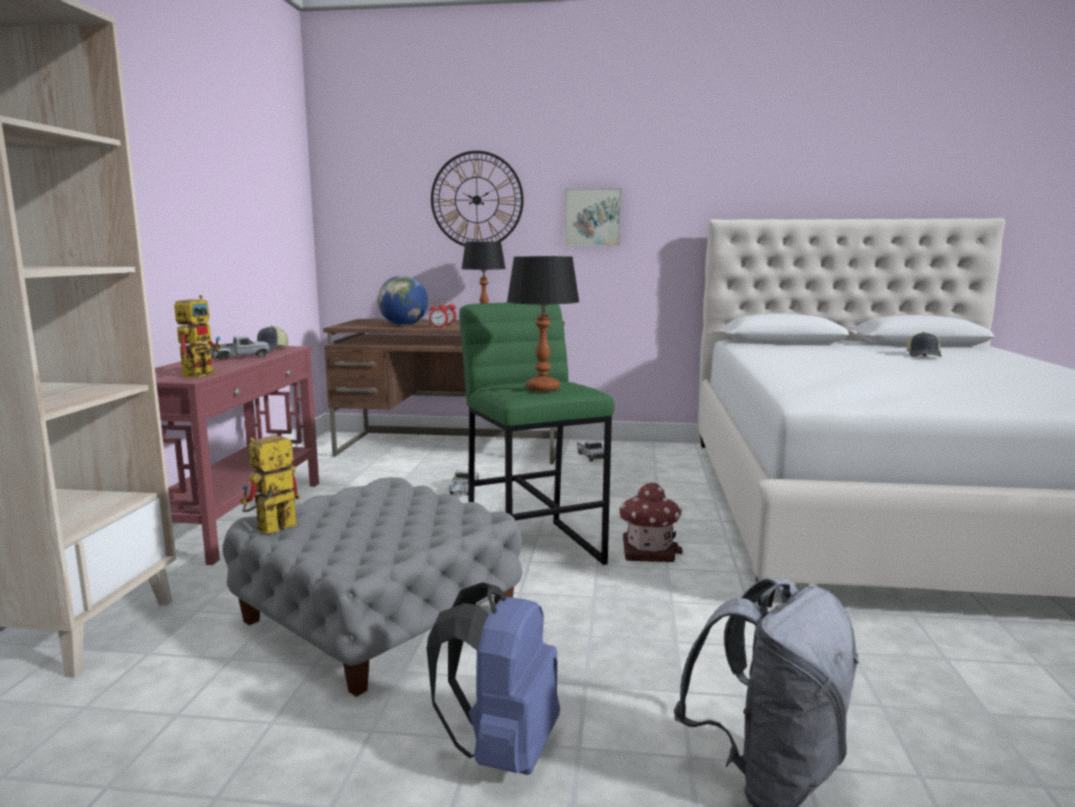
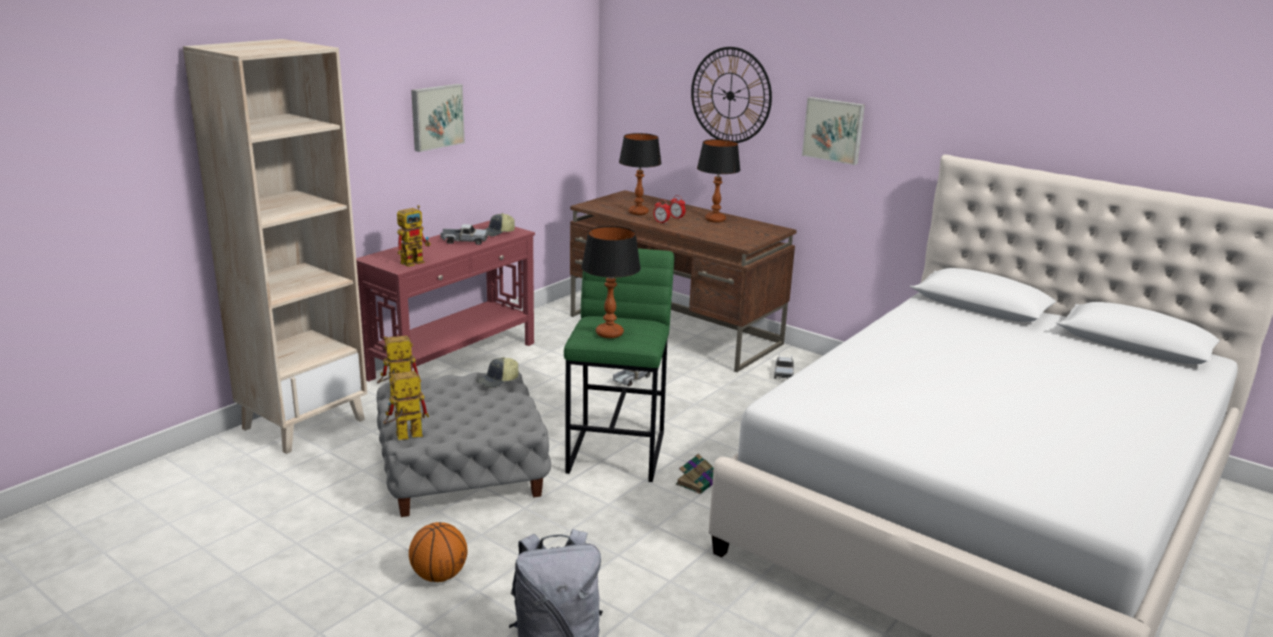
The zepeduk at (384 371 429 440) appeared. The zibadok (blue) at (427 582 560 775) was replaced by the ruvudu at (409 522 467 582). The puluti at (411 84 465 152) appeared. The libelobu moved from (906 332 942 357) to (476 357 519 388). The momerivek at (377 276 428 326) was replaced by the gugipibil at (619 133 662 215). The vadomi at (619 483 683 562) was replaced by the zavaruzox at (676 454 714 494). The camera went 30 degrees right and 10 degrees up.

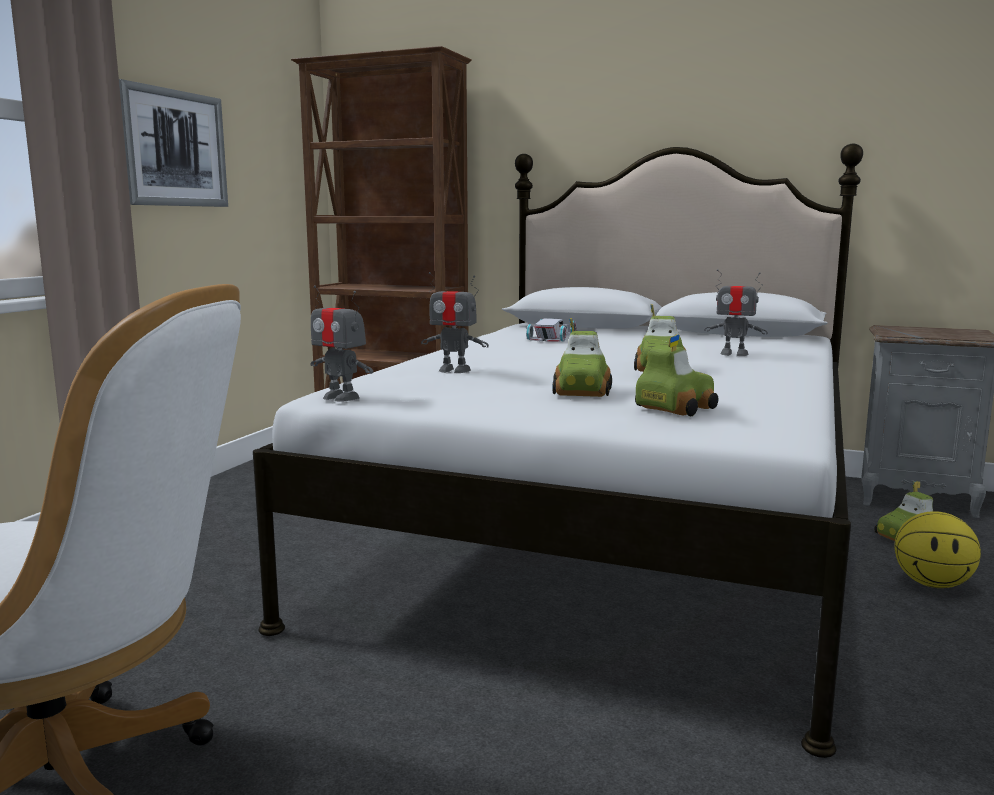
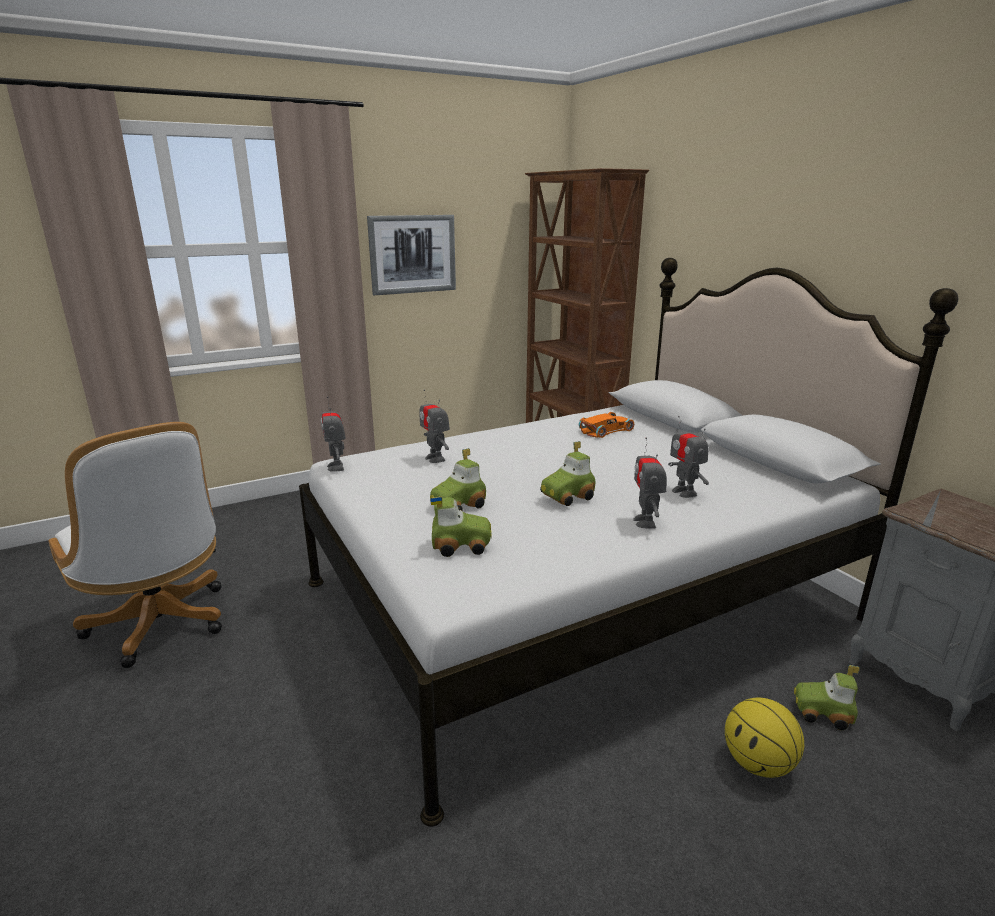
The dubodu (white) at (526 318 576 342) became the dubodu (orange) at (578 412 635 438). The zepeduk at (633 438 667 529) appeared. The camera went 40 degrees right and 10 degrees up.

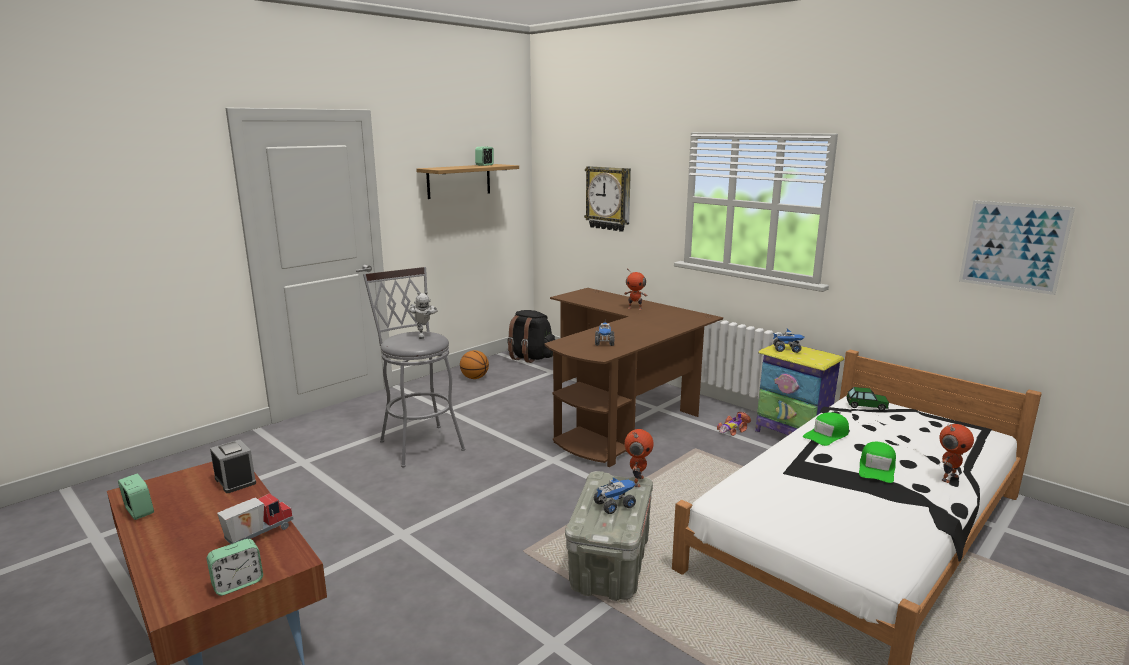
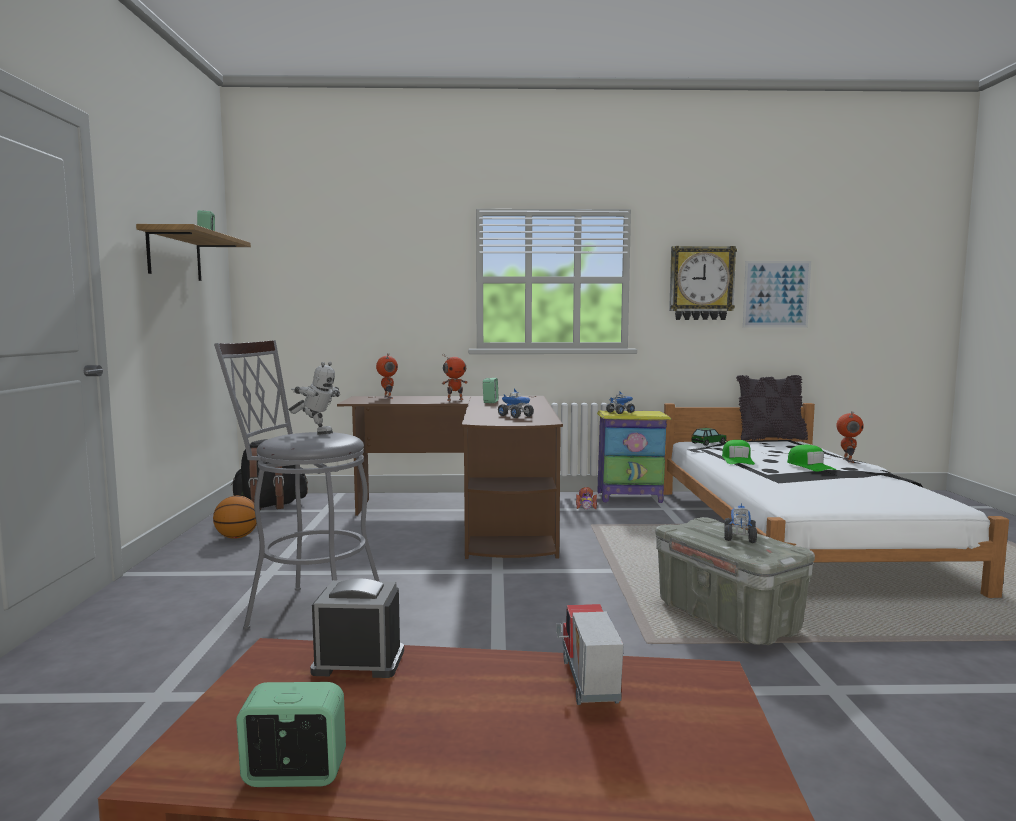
The zepeduk moved from (625 429 654 487) to (376 353 398 399). The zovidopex moved from (207 539 263 596) to (483 378 499 403). The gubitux moved from (584 166 631 232) to (669 246 737 320). The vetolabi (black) at (736 375 808 441) appeared. The camera went 45 degrees left and 10 degrees down.

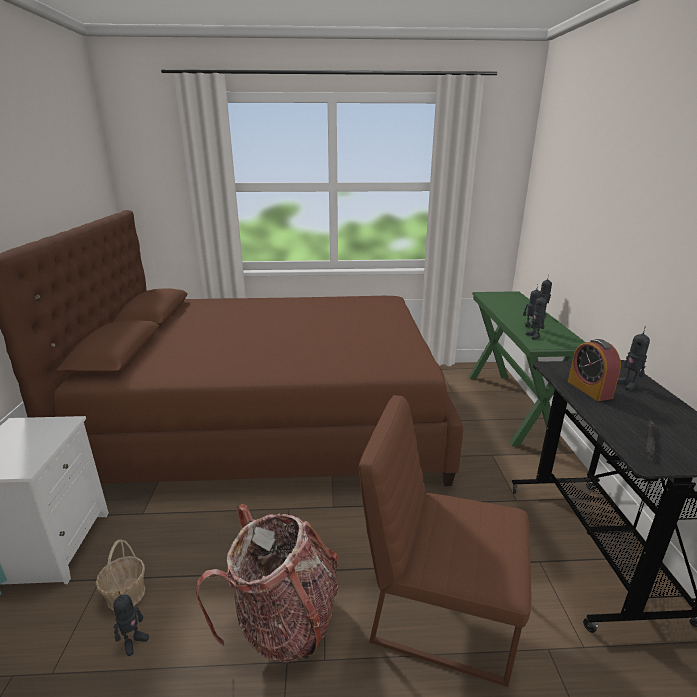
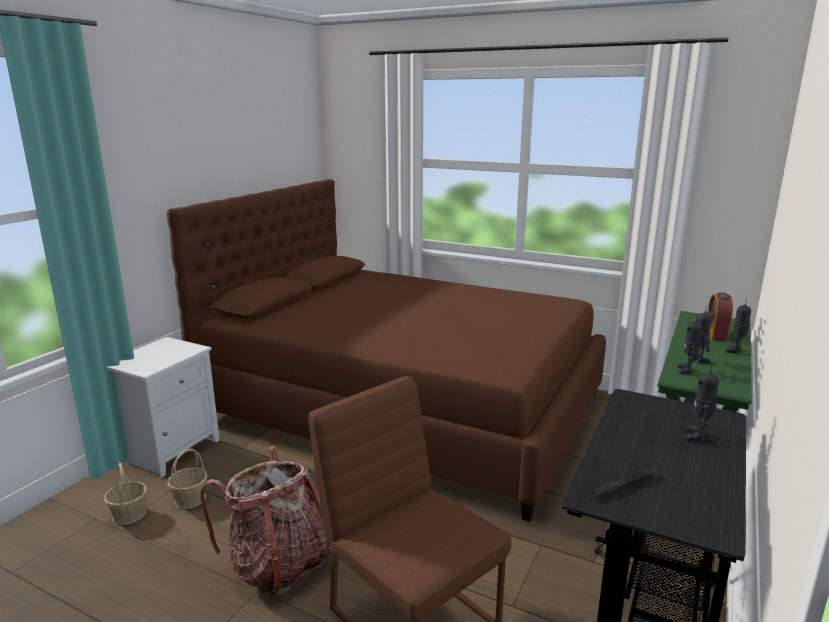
The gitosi at (104 463 147 525) appeared. The zovidopex moved from (568 339 621 401) to (707 292 733 341). The zepeduk at (113 591 149 656) disappeared. The camera went 30 degrees right and 5 degrees down.

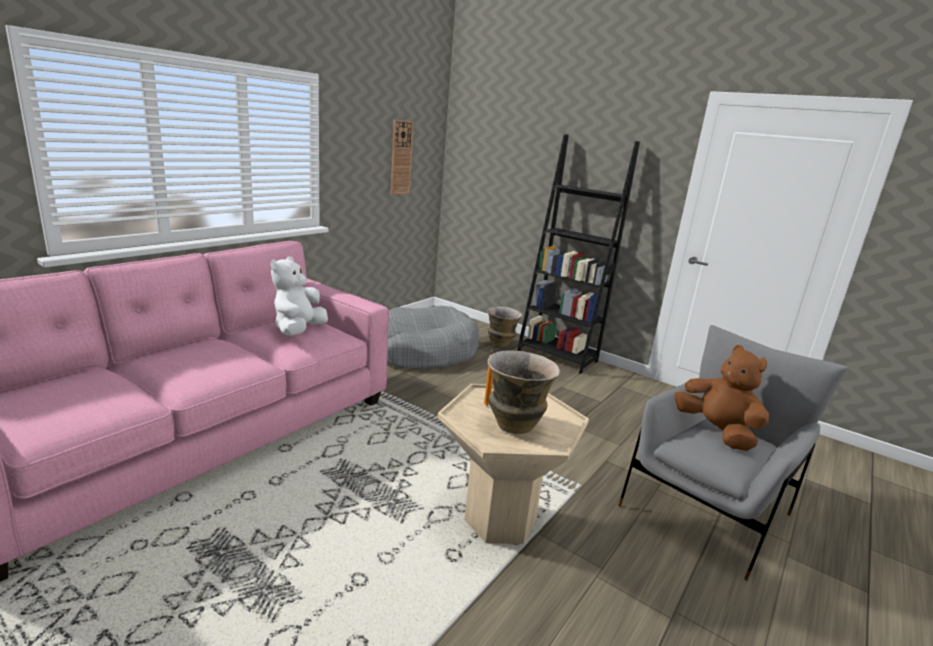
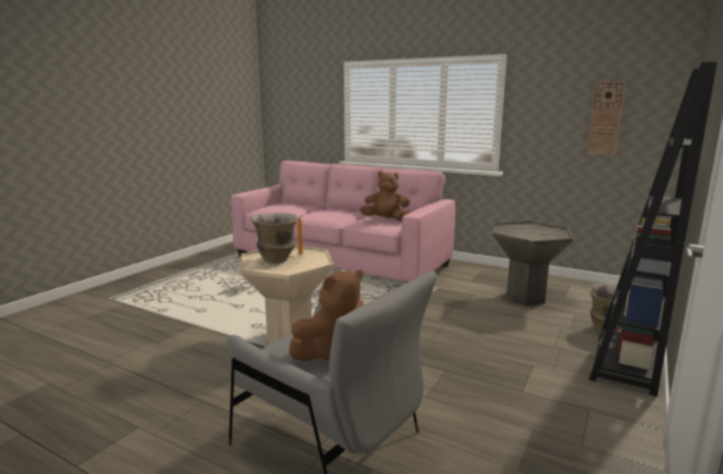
The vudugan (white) at (270 257 328 336) became the vudugan (brown) at (360 171 410 221). The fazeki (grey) at (387 306 479 370) was replaced by the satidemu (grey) at (493 221 573 305). The camera went 85 degrees right and 5 degrees down.

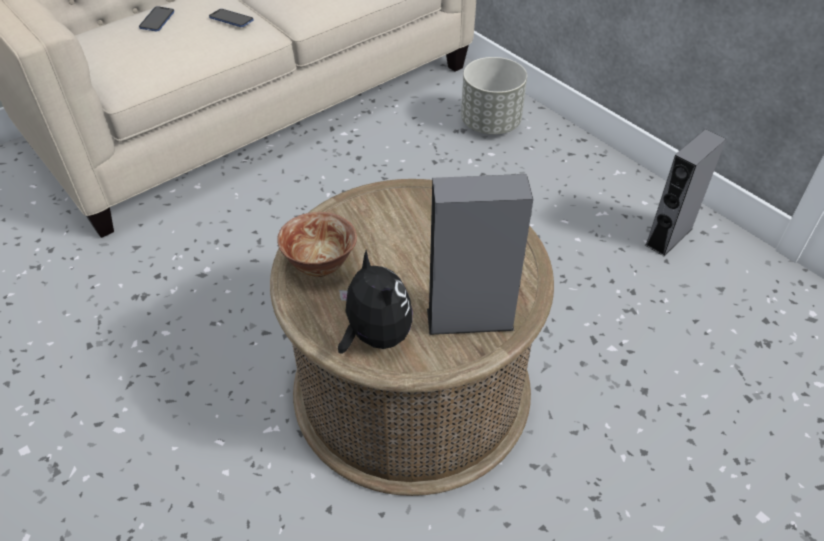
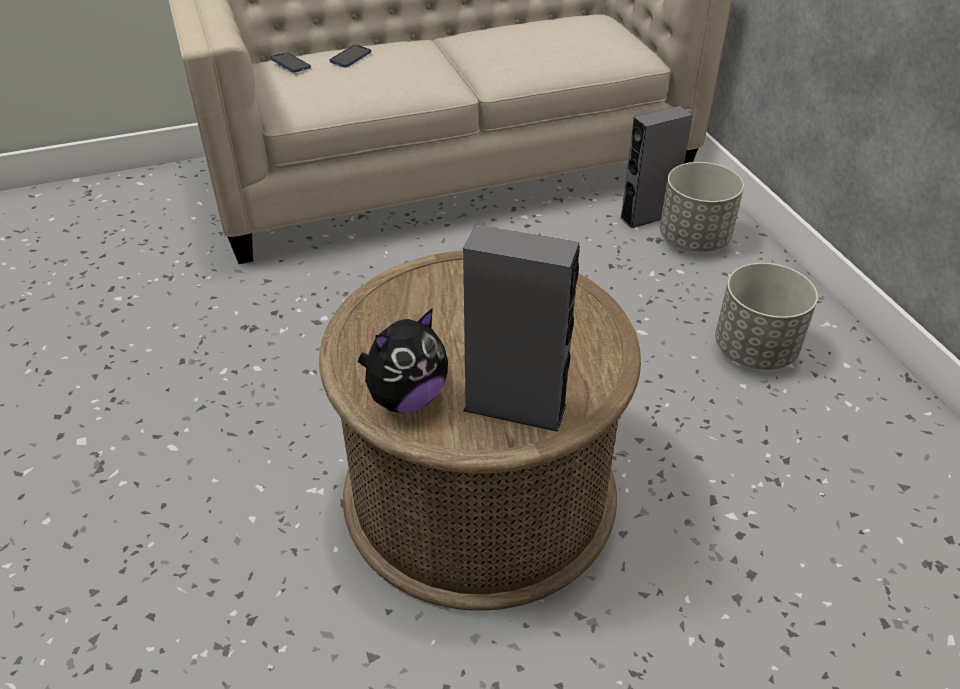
The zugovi moved from (209 9 253 27) to (270 52 311 73). The vudugan at (338 250 412 354) turned 60 degrees clockwise. The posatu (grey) moved from (645 129 726 256) to (620 106 693 228). The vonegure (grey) at (715 263 818 369) appeared. The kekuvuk at (277 212 357 277) disappeared. The camera went 20 degrees right and 5 degrees down.

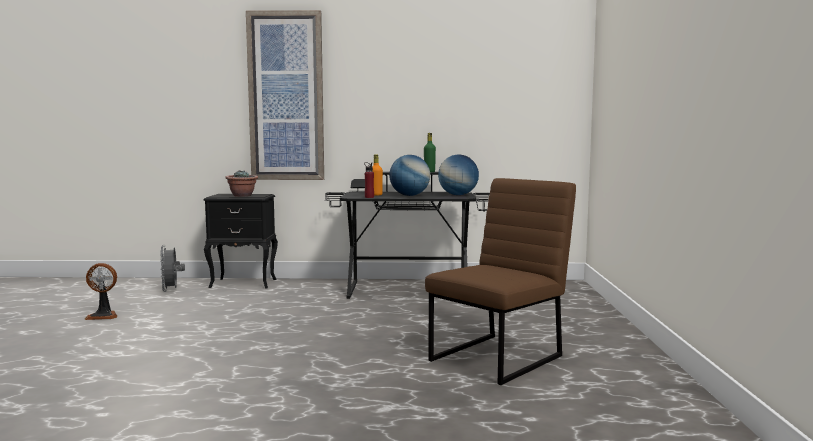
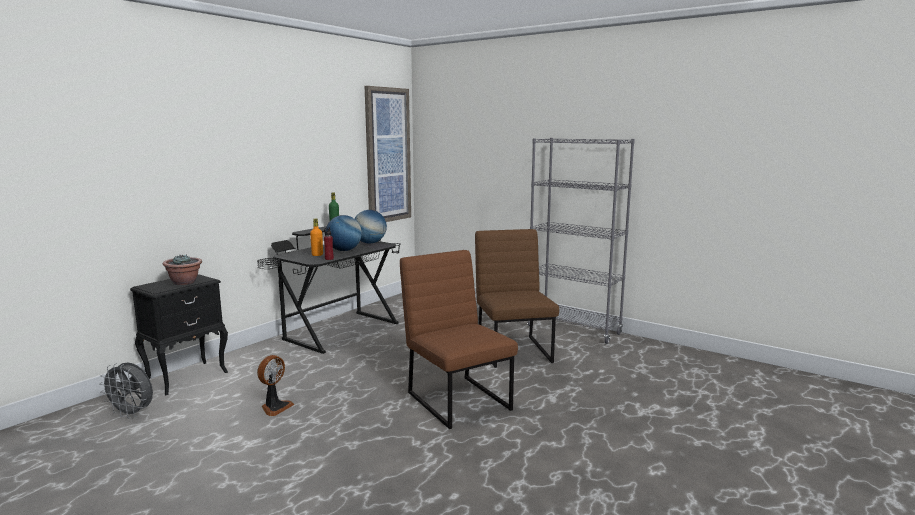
The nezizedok moved from (85 263 117 320) to (257 355 294 416). The puluti moved from (246 10 324 180) to (365 86 411 222). The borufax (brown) at (400 250 518 429) appeared. The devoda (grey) at (527 138 635 344) appeared. The camera went 55 degrees left and 5 degrees up.

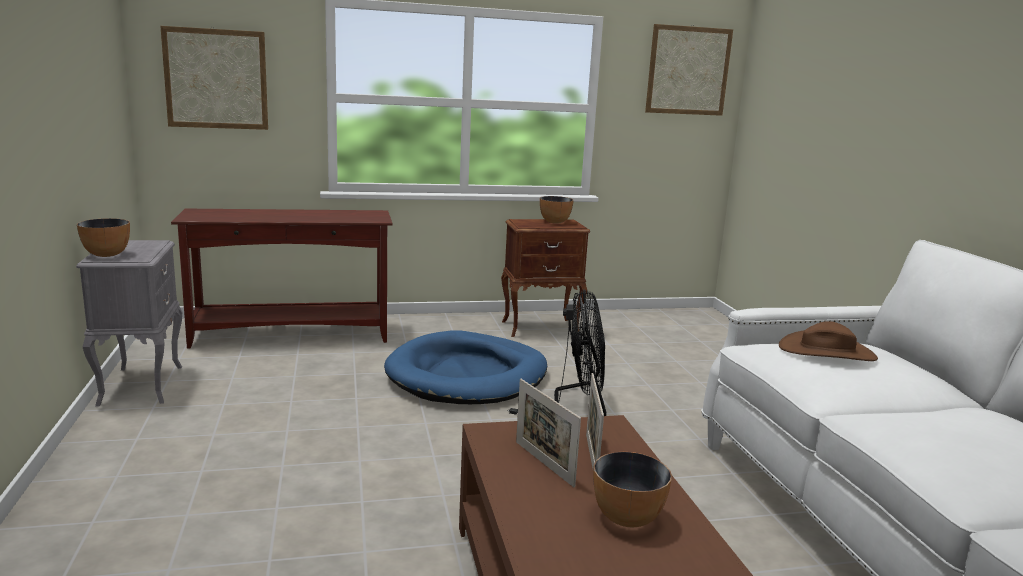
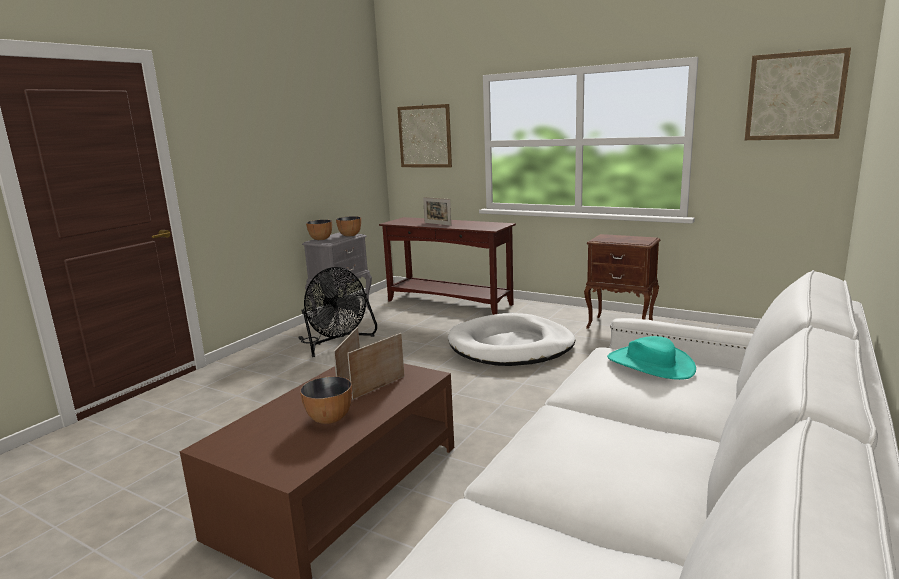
The nezizedok (black) moved from (508 289 607 416) to (299 267 377 357). The kekuvuk moved from (540 196 574 224) to (336 216 361 237). The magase at (423 197 451 226) appeared. The fazeki (blue) at (384 330 547 404) became the fazeki (white) at (448 313 575 366). The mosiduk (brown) at (779 321 878 361) became the mosiduk (turquoise) at (607 336 696 380). The camera went 45 degrees right and 0 degrees up.

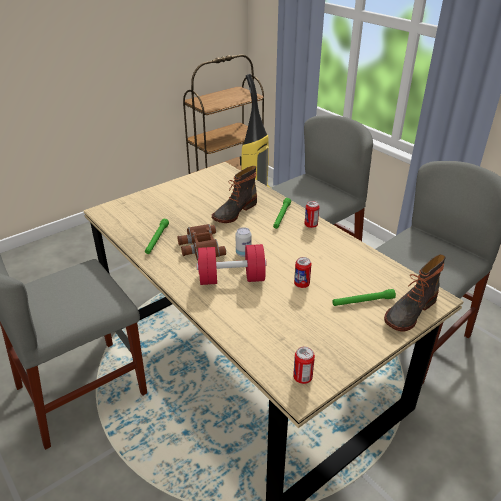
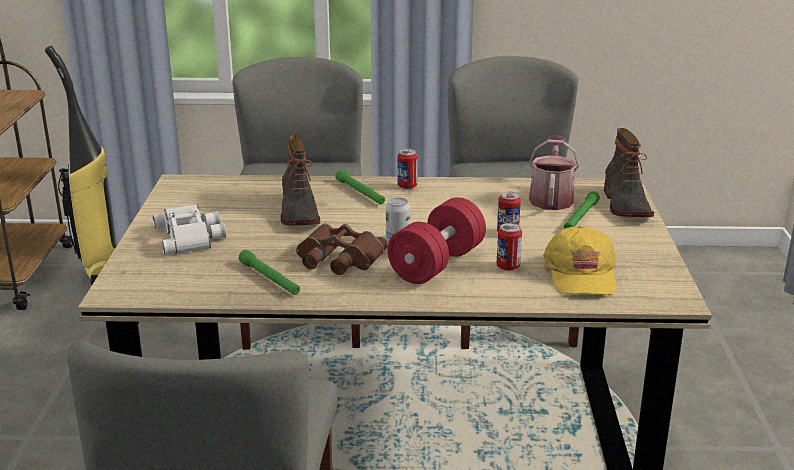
The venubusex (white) at (153 204 227 255) appeared. The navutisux moved from (293 347 315 384) to (497 223 522 271). The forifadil at (529 135 579 210) appeared. The libelobu (yellow) at (543 225 617 295) appeared. The camera went 50 degrees left and 10 degrees down.

